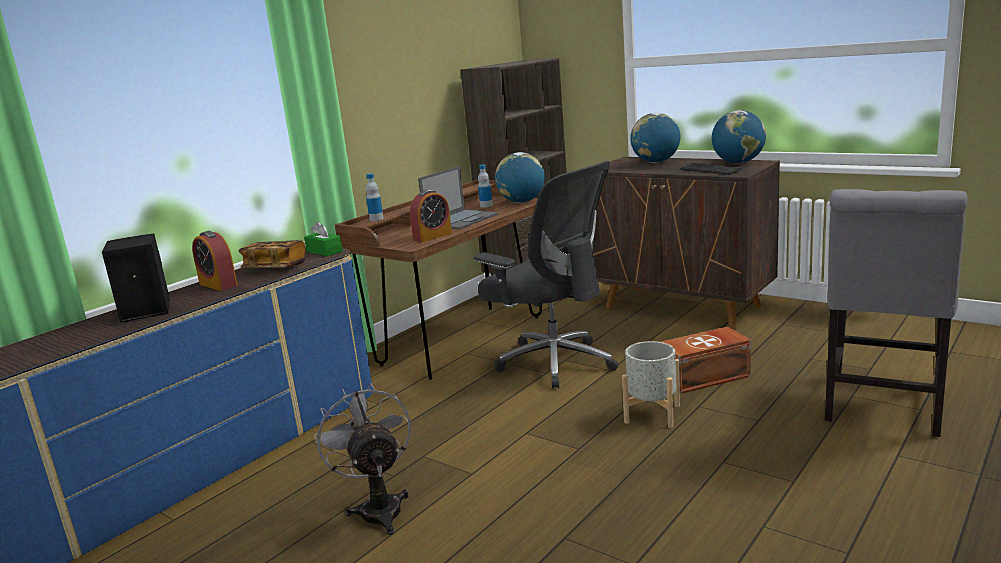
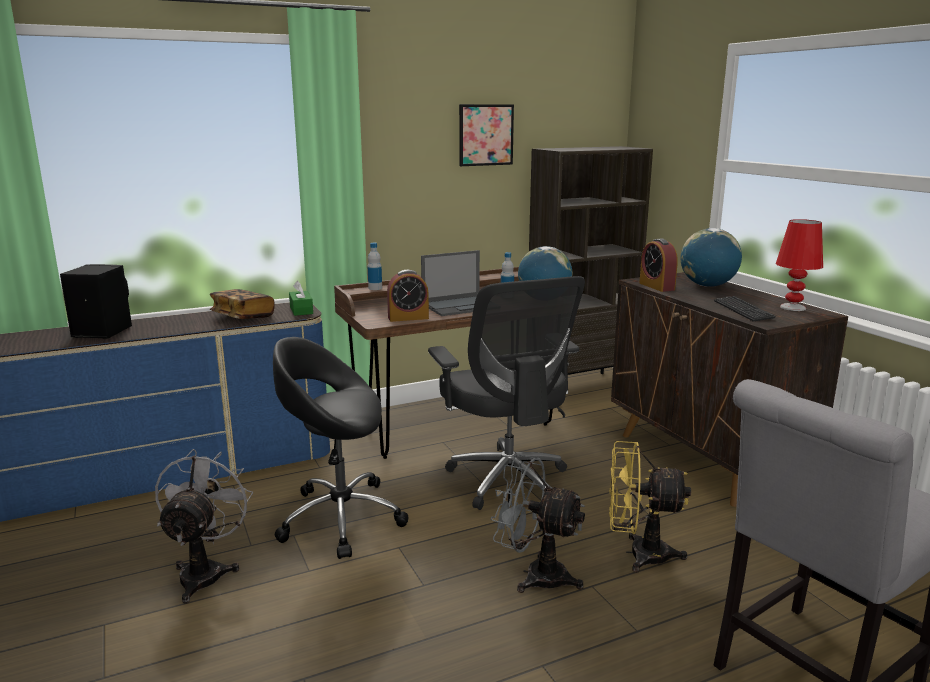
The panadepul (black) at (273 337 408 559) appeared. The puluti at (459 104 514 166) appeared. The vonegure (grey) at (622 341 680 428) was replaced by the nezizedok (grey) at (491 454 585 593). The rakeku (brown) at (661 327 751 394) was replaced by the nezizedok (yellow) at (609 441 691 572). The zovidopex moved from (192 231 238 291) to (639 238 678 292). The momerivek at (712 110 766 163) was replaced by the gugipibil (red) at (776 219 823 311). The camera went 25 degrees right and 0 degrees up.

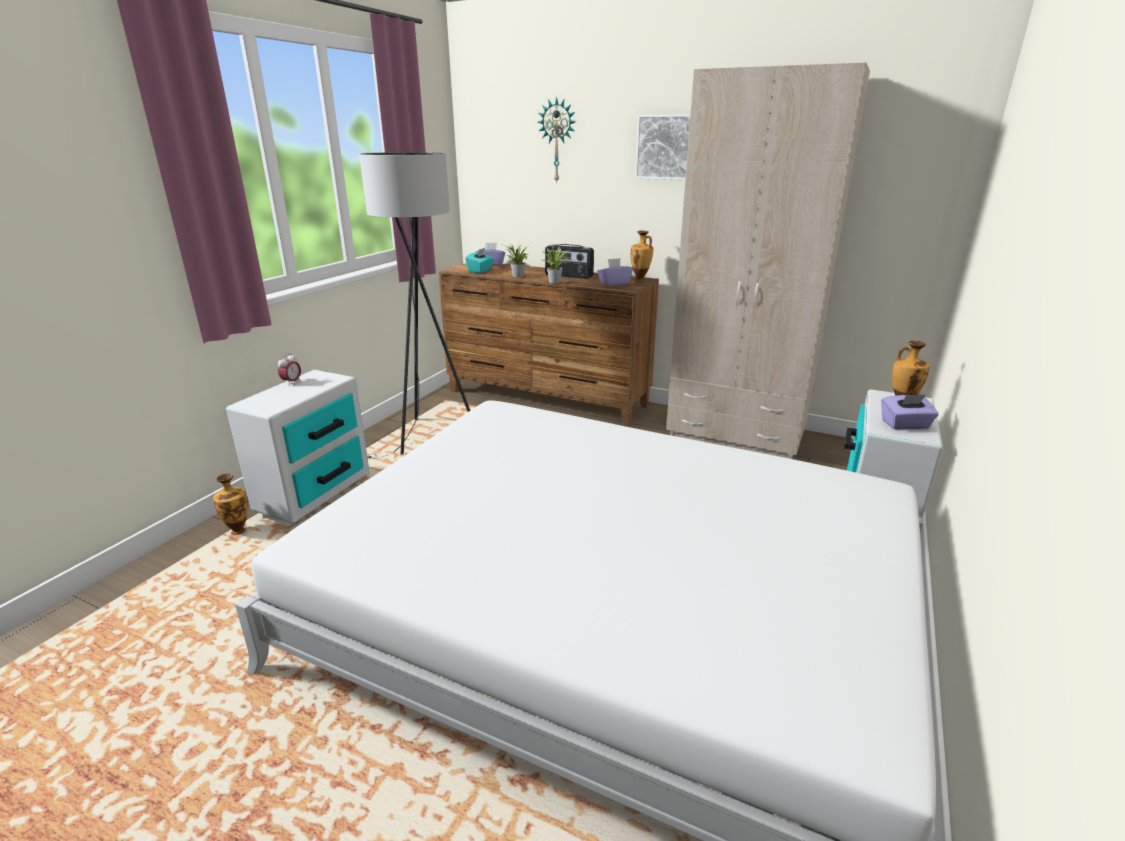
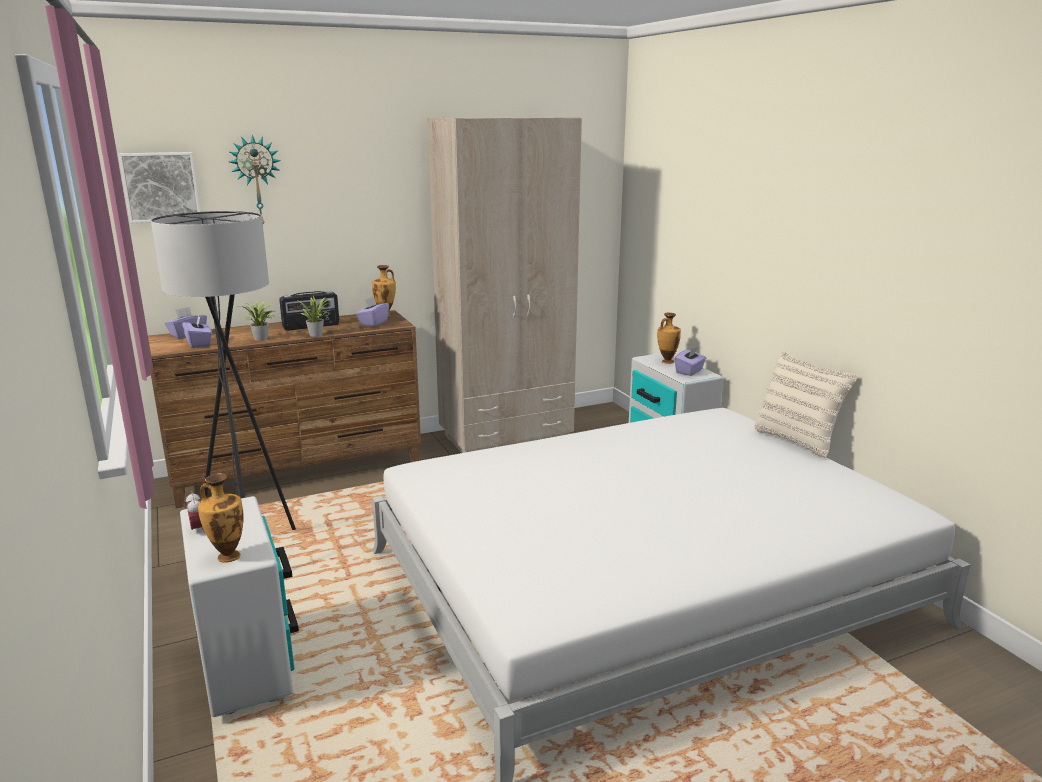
The puluti moved from (635 114 691 180) to (118 152 200 224). The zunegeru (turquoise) at (465 248 494 273) became the zunegeru (purple) at (182 315 212 348). The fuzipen moved from (213 474 248 535) to (198 473 244 563). The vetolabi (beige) at (754 352 857 458) appeared. The camera went 50 degrees left and 5 degrees down.

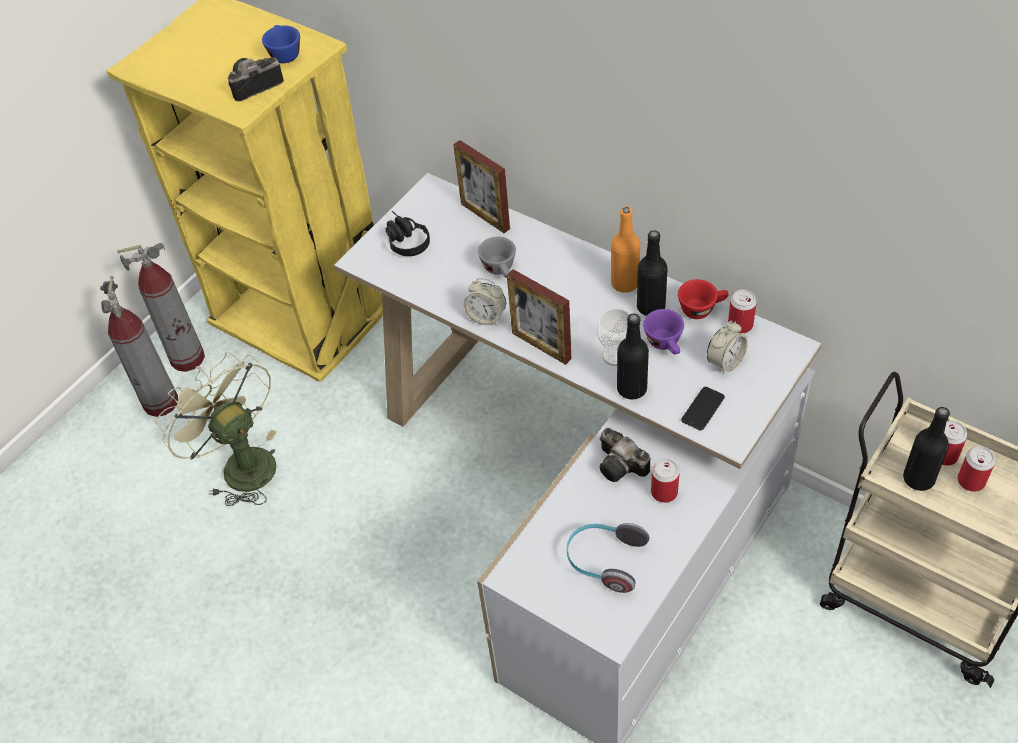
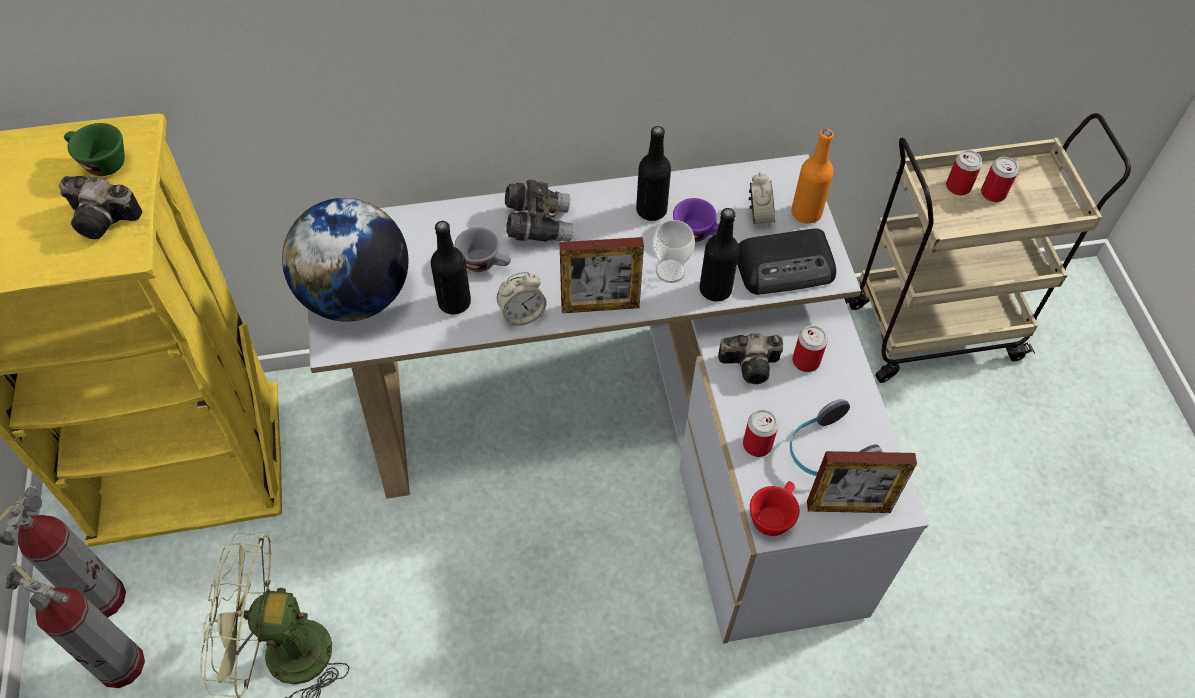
The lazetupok at (228 58 284 101) turned 90 degrees counterclockwise. The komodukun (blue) at (262 25 300 63) became the komodukun (green) at (64 123 125 176). The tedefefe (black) at (386 211 430 256) was replaced by the momerivek at (282 198 409 322). The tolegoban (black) moved from (903 407 950 491) to (431 221 471 314). The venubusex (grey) at (505 179 573 242) appeared. The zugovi at (681 387 725 430) was replaced by the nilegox at (737 228 836 295). The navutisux moved from (728 289 757 333) to (743 410 778 457). The komodukun (red) moved from (678 279 728 319) to (750 481 799 536). The tolegoban (orange) moved from (611 207 640 293) to (791 129 834 224). The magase moved from (453 140 510 233) to (807 451 917 513). The camera went 50 degrees left and 5 degrees up.

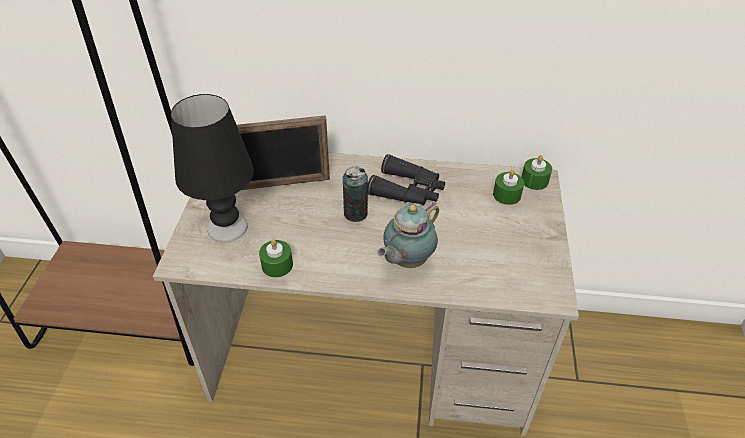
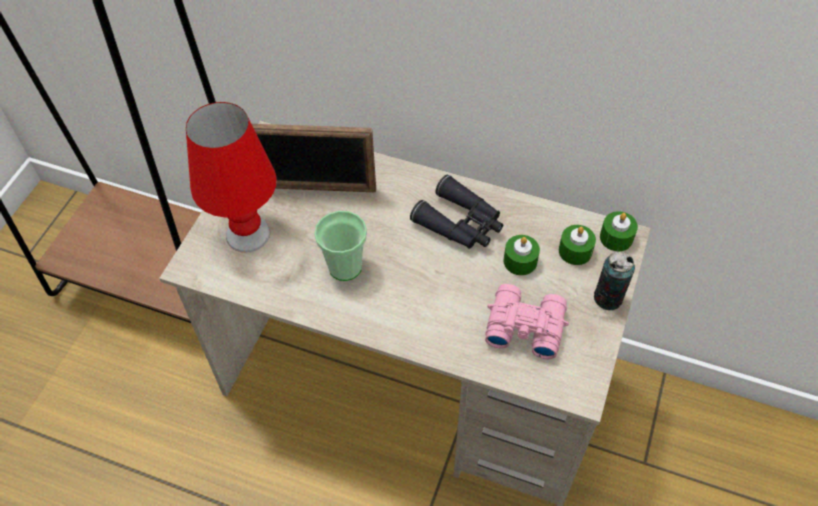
The gugipibil (black) at (171 94 254 243) became the gugipibil (red) at (186 102 277 252). The komodukun at (314 211 367 281) appeared. The venubusex (pink) at (485 284 569 359) appeared. The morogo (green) moved from (259 239 293 278) to (503 235 540 275). The navutisux moved from (343 166 368 222) to (594 252 635 310). The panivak at (377 201 439 268) disappeared. The camera went 15 degrees right and 10 degrees up.

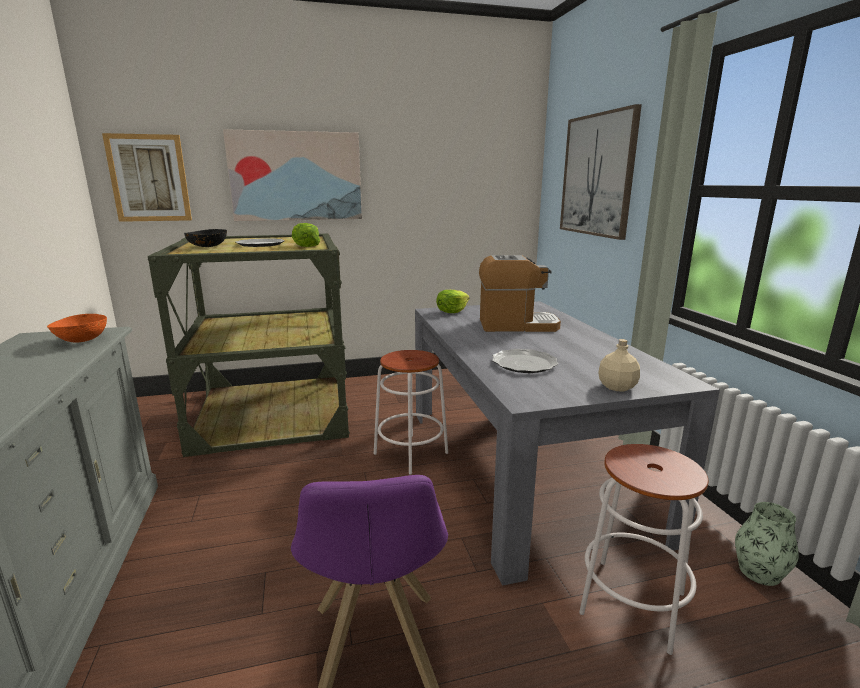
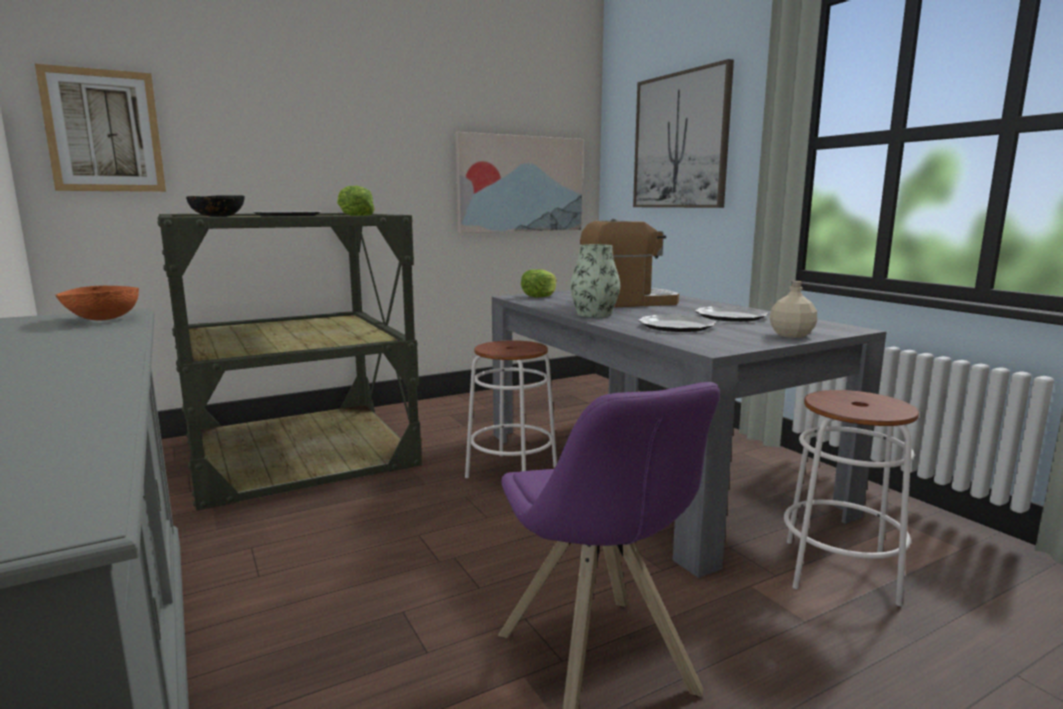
The puluti moved from (223 129 362 221) to (455 132 583 233). The fuzipen moved from (735 502 798 586) to (570 244 620 317). The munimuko at (695 306 768 322) appeared. The camera went 15 degrees left and 5 degrees down.

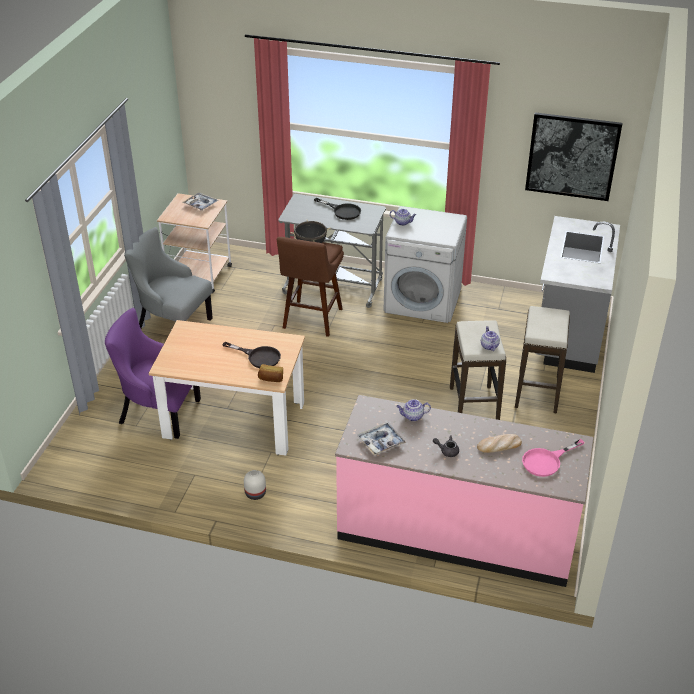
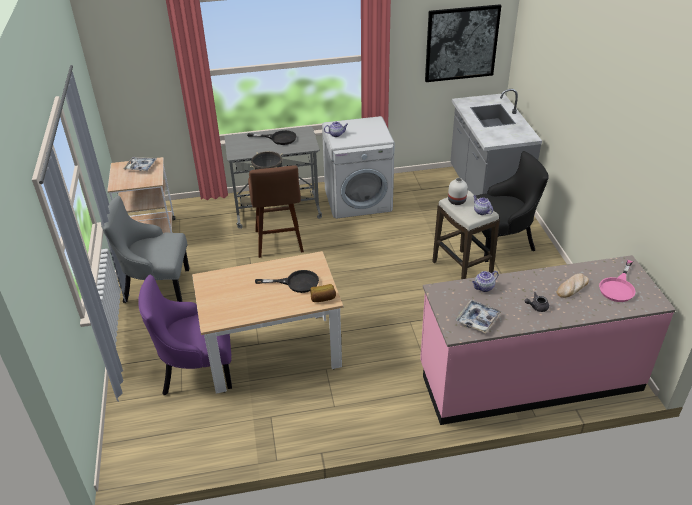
The fuzipen (white) moved from (244 470 266 500) to (448 178 468 205). The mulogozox at (515 306 570 414) was replaced by the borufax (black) at (476 151 549 262). The camera went 25 degrees left and 0 degrees up.

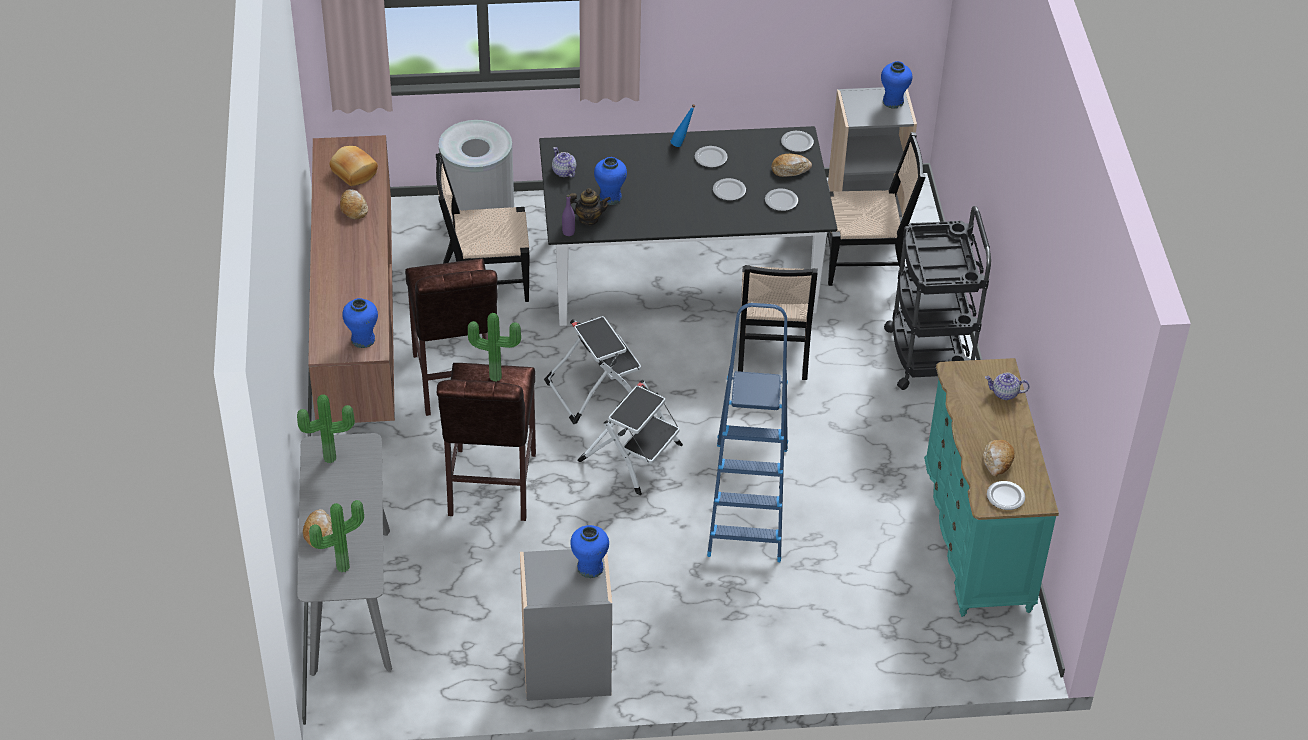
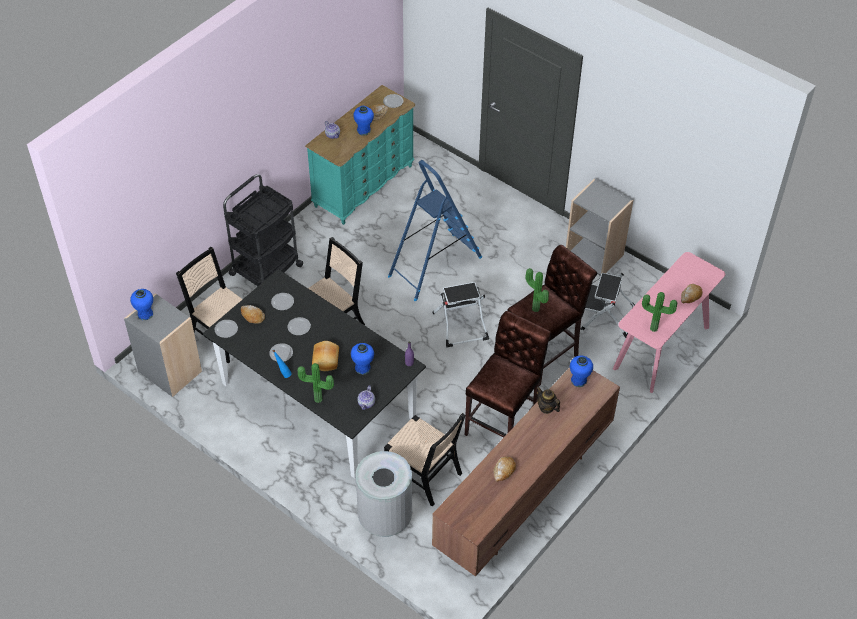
The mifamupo moved from (309 500 364 572) to (298 363 334 403). The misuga moved from (330 146 378 186) to (312 341 339 371). The fuzipen (blue) moved from (570 525 609 578) to (353 106 374 136). The panivak moved from (570 188 611 225) to (536 386 560 414). The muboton moved from (544 316 641 424) to (580 273 635 338). The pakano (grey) at (297 433 392 676) became the pakano (pink) at (613 252 725 393). The camera went 135 degrees left and 5 degrees up.

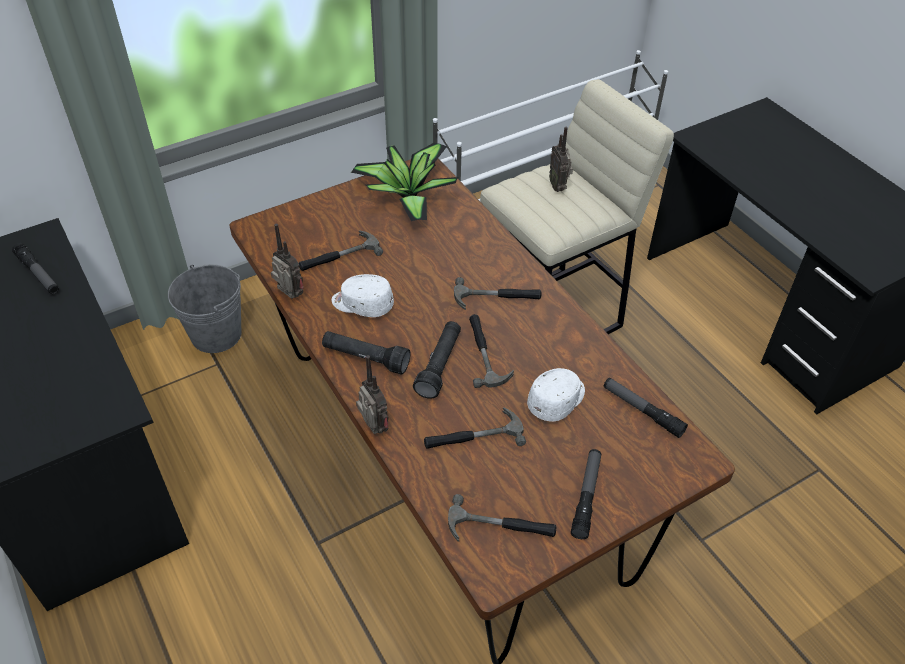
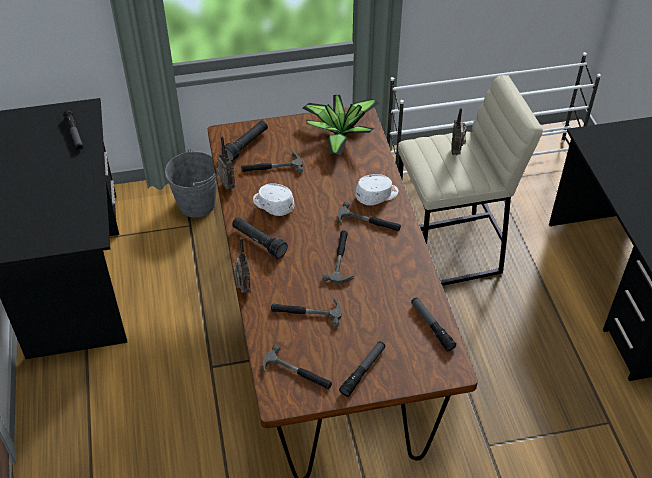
The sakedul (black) moved from (413 321 461 399) to (221 121 268 161). The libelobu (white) moved from (527 368 585 421) to (355 174 398 205). The camera went 20 degrees right and 0 degrees up.

